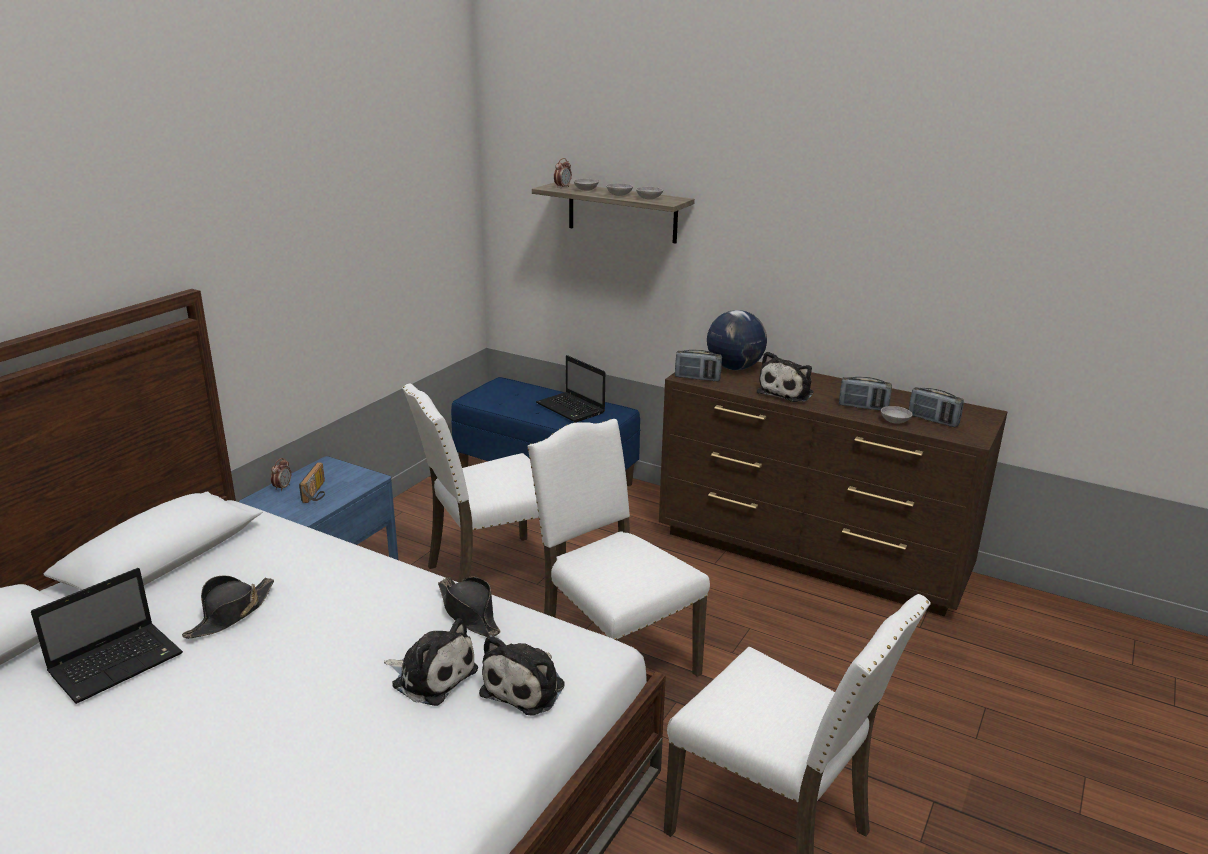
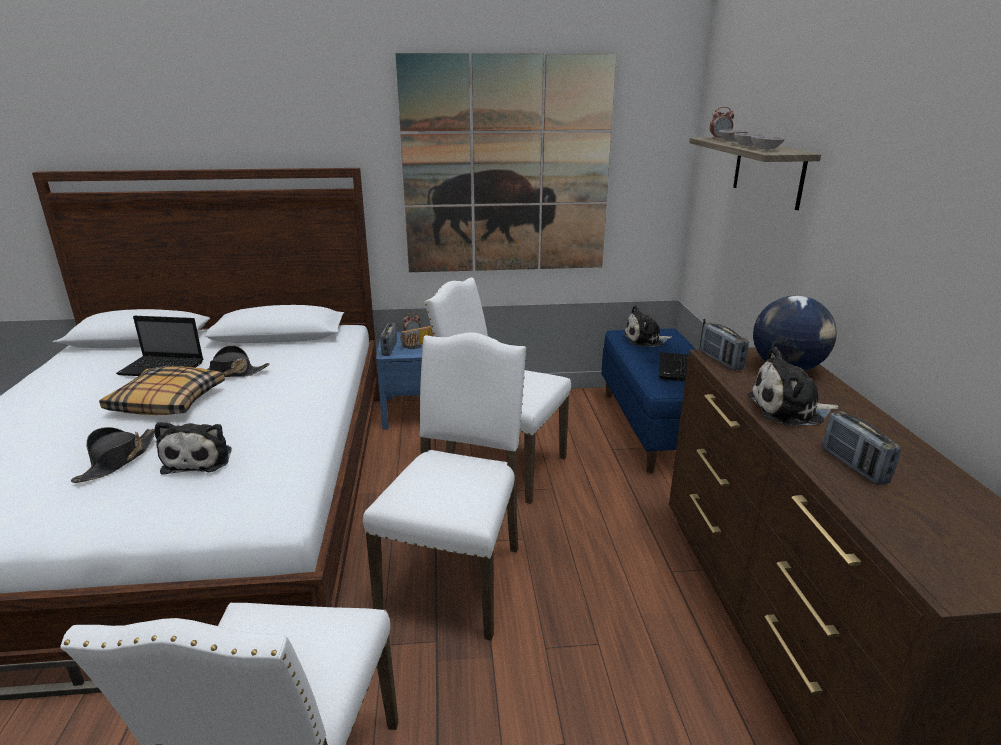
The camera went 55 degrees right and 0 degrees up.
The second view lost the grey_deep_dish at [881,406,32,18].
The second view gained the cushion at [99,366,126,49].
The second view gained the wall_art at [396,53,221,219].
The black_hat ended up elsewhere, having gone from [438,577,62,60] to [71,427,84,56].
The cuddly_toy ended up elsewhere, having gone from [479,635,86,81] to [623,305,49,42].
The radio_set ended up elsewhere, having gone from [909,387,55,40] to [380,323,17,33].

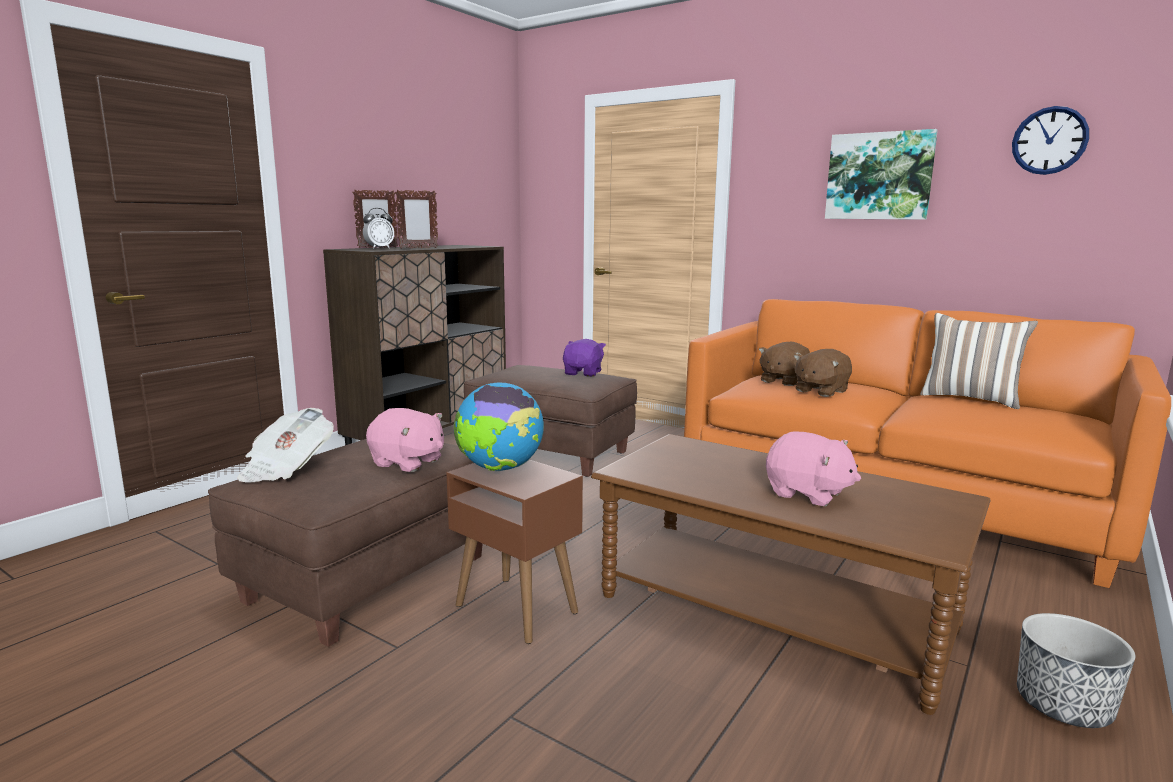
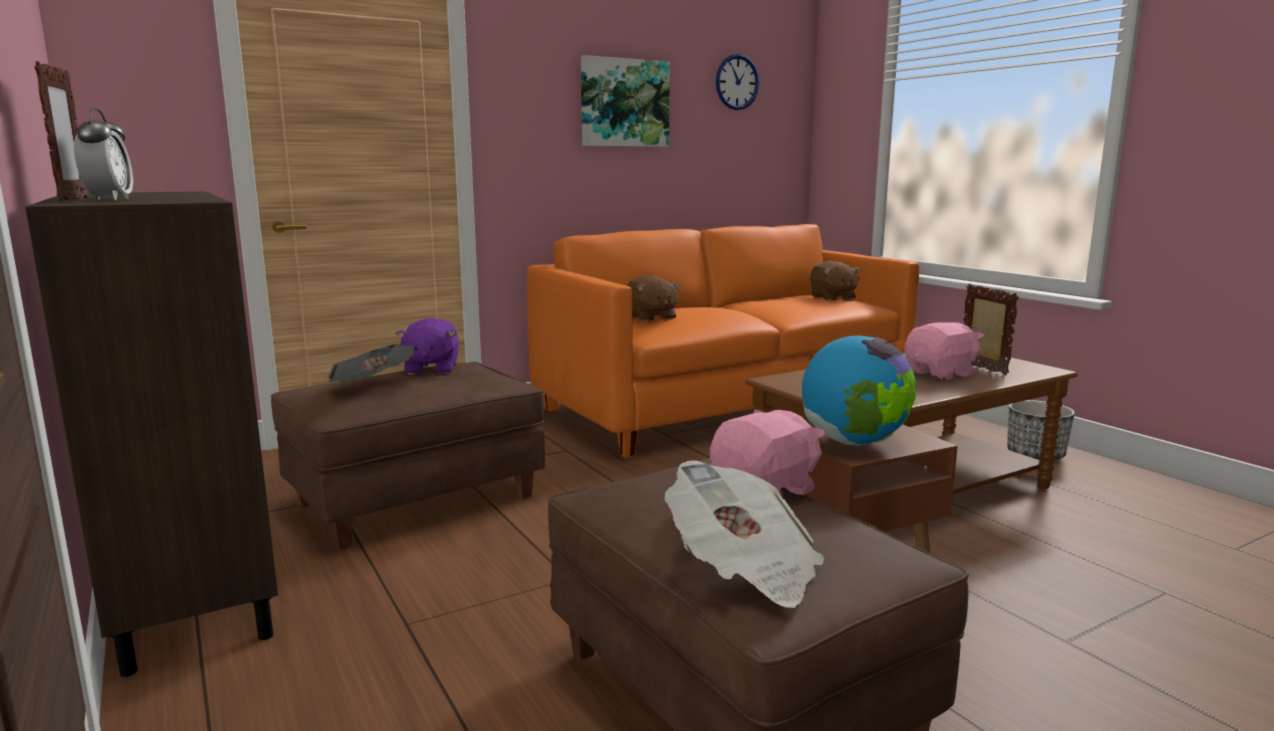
The camera went 65 degrees left and 0 degrees up.
The second view lost the cushion at [920,313,118,96].
The second view gained the printed_paper at [328,344,86,38].
The photo_frame ended up elsewhere, having gone from [395,190,43,59] to [963,284,56,91].
The brown_cuddly_toy ended up elsewhere, having gone from [794,349,58,48] to [810,261,51,39].
The purple_cuddly_toy at [563,339,43,38] ended up facing another way, 135 degrees counterclockwise from before.

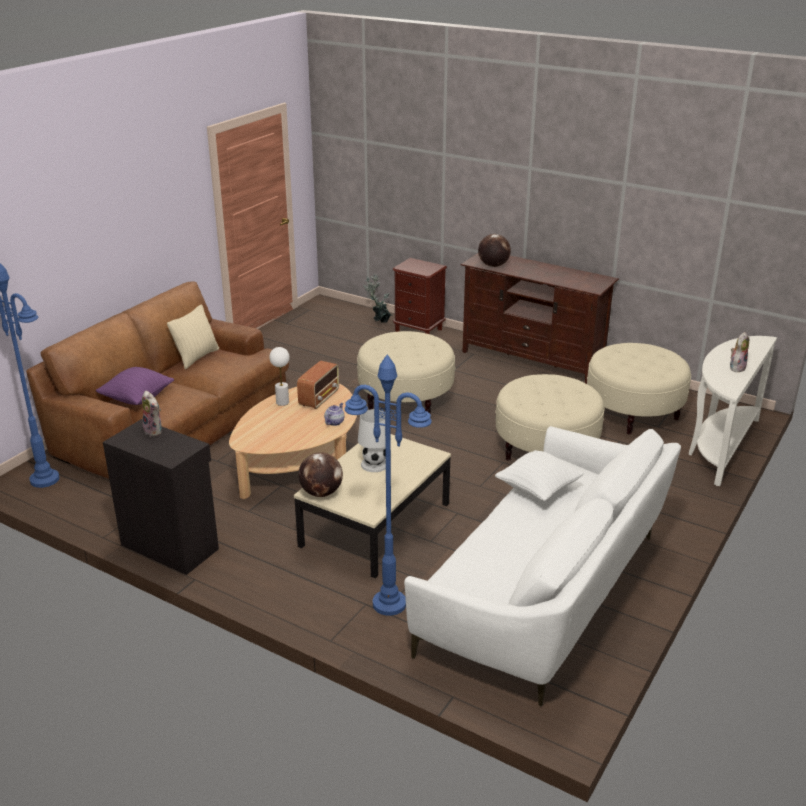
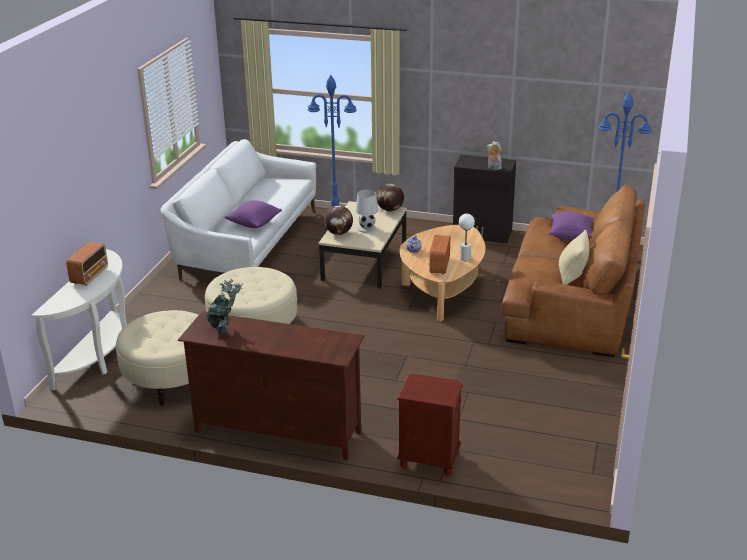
The camera went 165 degrees right and 0 degrees up.
The second view lost the beige-coloured_ottoman at [357,331,98,83].
The houseplant ended up elsewhere, having gone from [363,274,29,49] to [206,278,37,57].
The desk_globe ended up elsewhere, having gone from [478,234,33,33] to [324,206,29,29].
Where the cuddly_toy stood at [730,332,19,40], the radio_set came to stand at [66,242,42,44].
What was the white_cushion at [495,450,89,51] turned into the purple_cushion at [225,200,57,28].

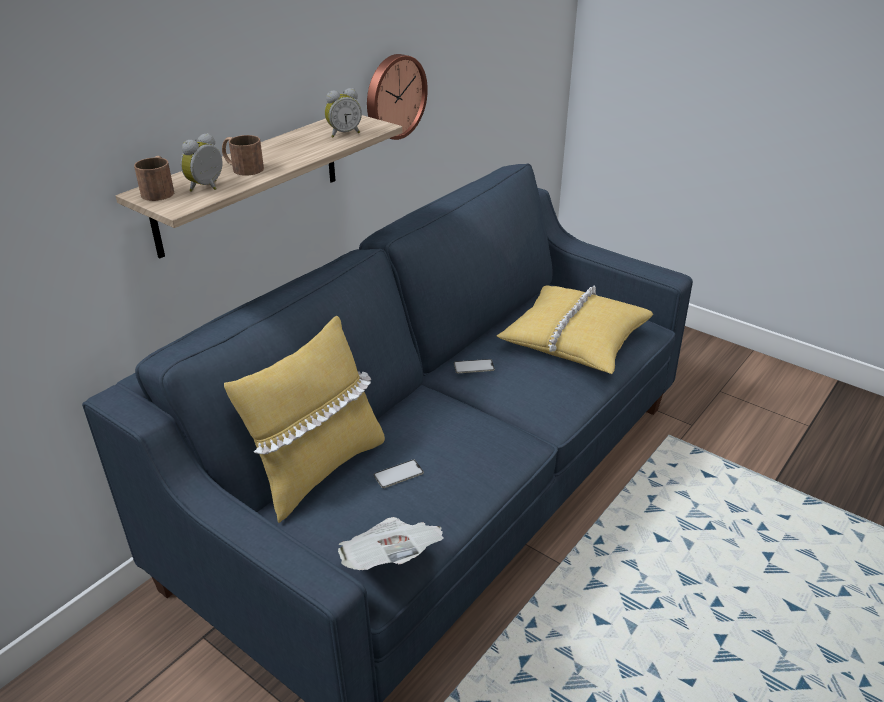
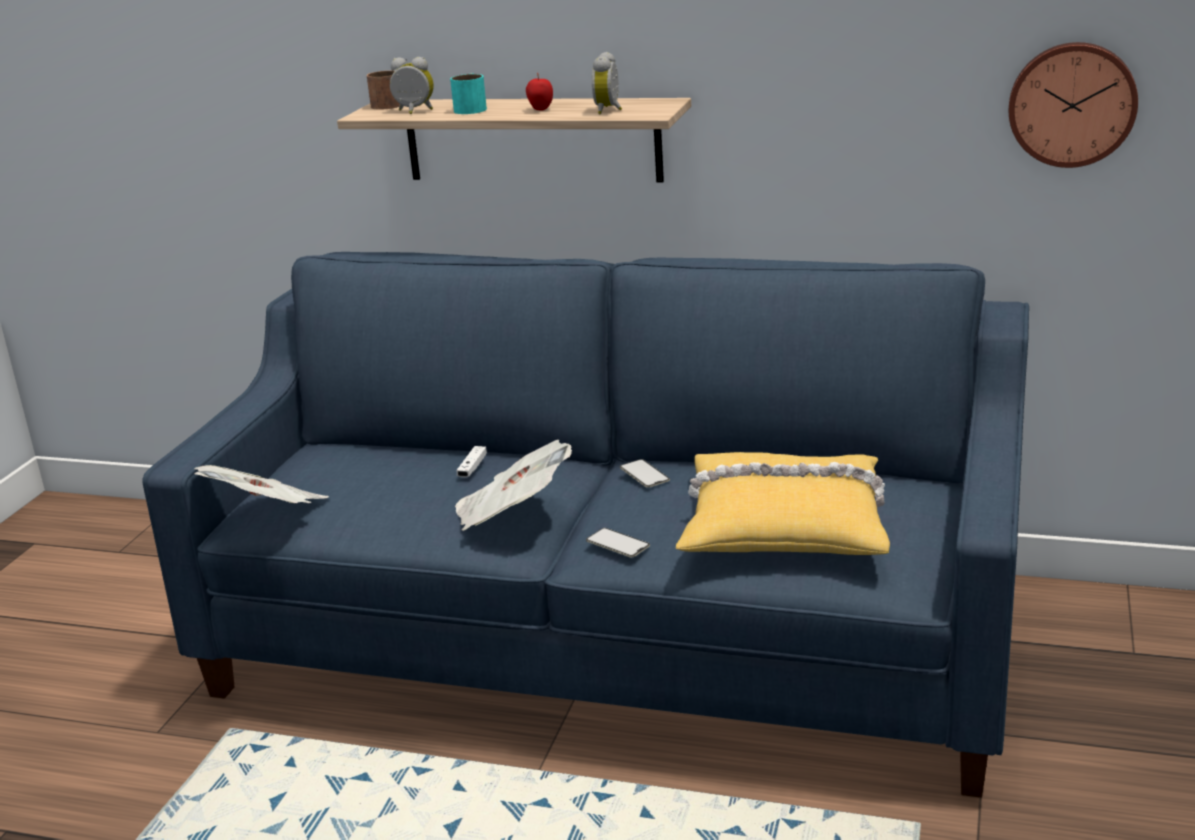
The camera went 70 degrees right and 10 degrees down.
The second view lost the yellow_cushion at [224,316,161,207].
The second view gained the printed_paper at [455,439,117,92].
The second view gained the white_game_controller at [457,446,30,31].
The second view gained the whole_apple at [526,73,27,38].
The hanging_clock ended up elsewhere, having gone from [367,54,61,86] to [1009,42,129,126].
The phone ended up elsewhere, having gone from [374,459,50,29] to [586,528,64,30].
What was the brown_mug at [222,135,42,41] turned into the blue-green_mug at [450,73,37,41].
The alarm_clock at [325,88,37,49] ended up facing another way, 60 degrees clockwise from before.

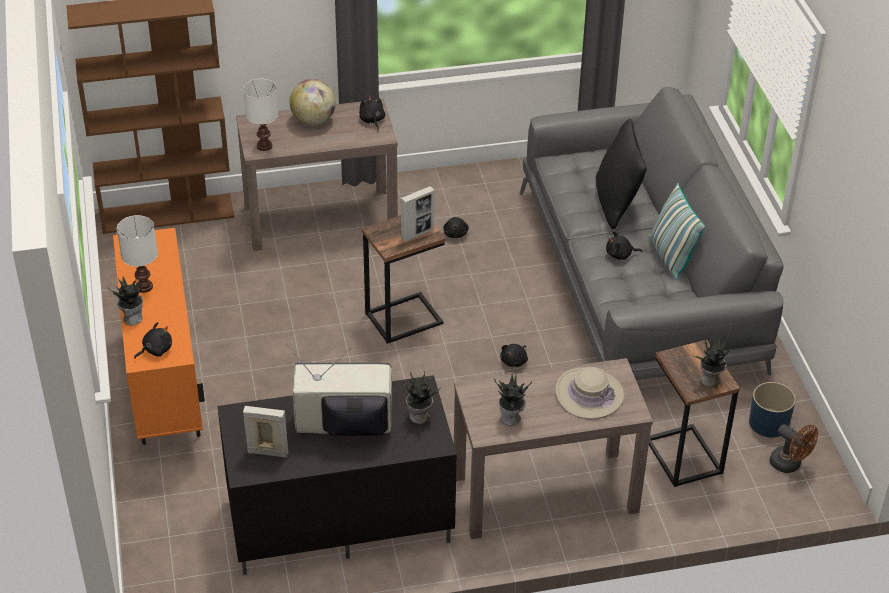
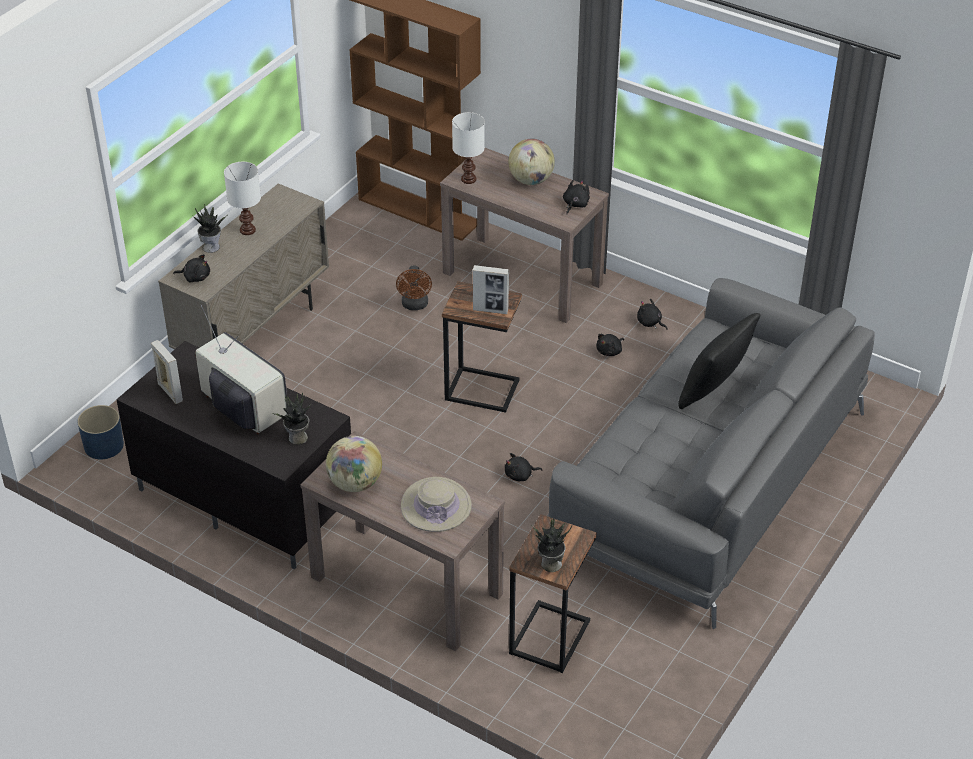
The camera went 45 degrees right and 0 degrees up.
The second view lost the cushion at [649,183,56,97].
The black_cuddly_toy ended up elsewhere, having gone from [606,231,37,29] to [637,299,31,31].
The blue-coloured_flower_pot ended up elsewhere, having gone from [749,382,47,56] to [78,405,46,54].
The brown_fan ended up elsewhere, having gone from [770,424,48,49] to [396,265,36,45].
Where the houseplant stood at [494,375,38,51], the desk_globe came to stand at [326,436,56,56].
What was the orange_storage_cabinet at [113,228,92,217] turned into the beige-coloured_storage_cabinet at [158,183,171,166].

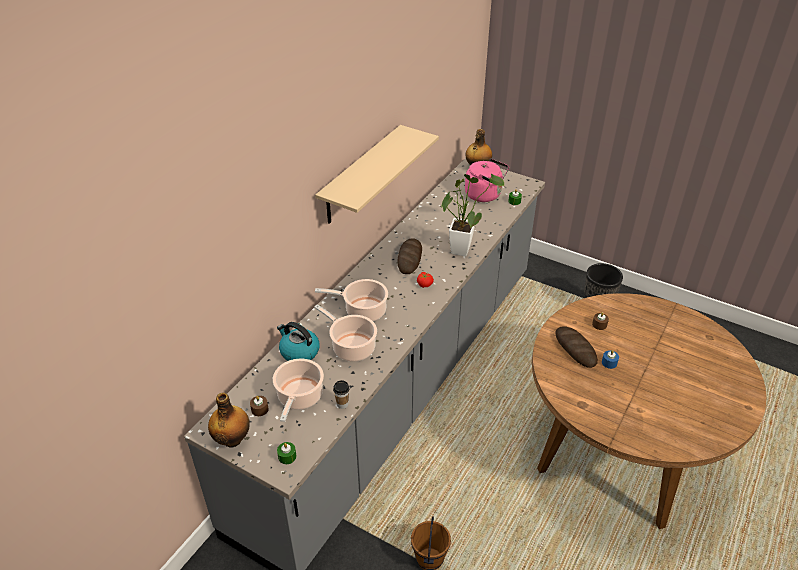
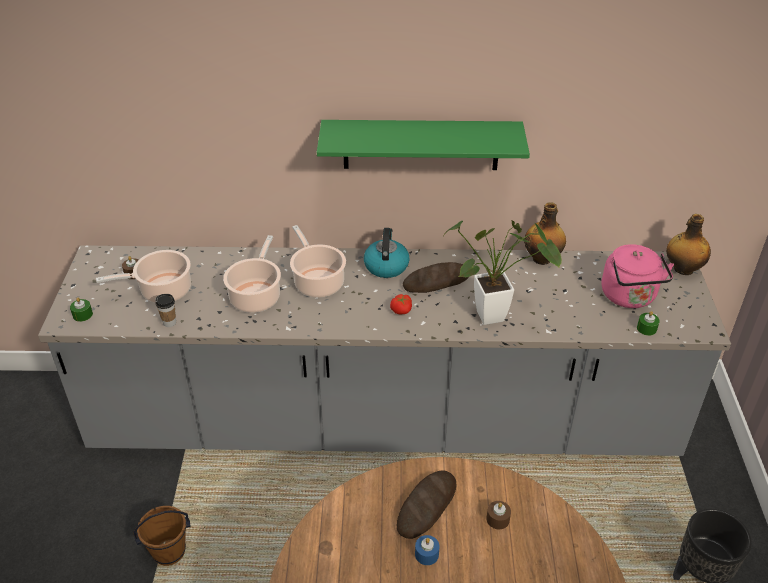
The camera went 60 degrees right and 0 degrees up.
The drink_bottle ended up elsewhere, having gone from [208,392,42,56] to [524,202,42,63].
The water_kettle ended up elsewhere, having gone from [277,322,43,39] to [364,228,46,50].
What was the beige-coloured_wall_shelf at [315,125,124,99] turned into the green_wall_shelf at [317,120,213,50].

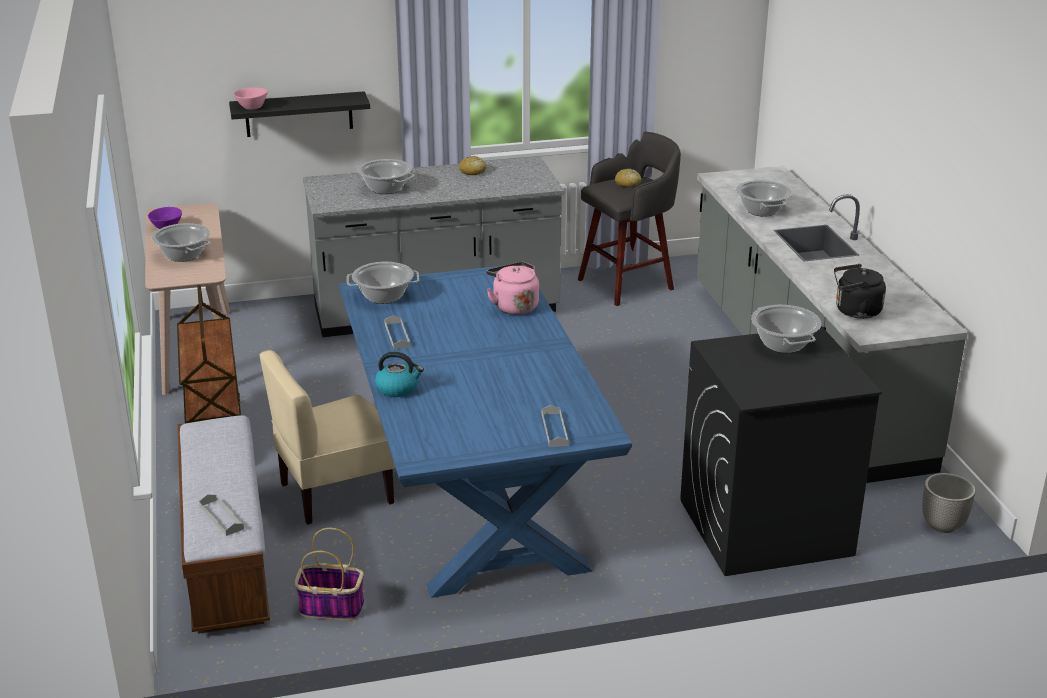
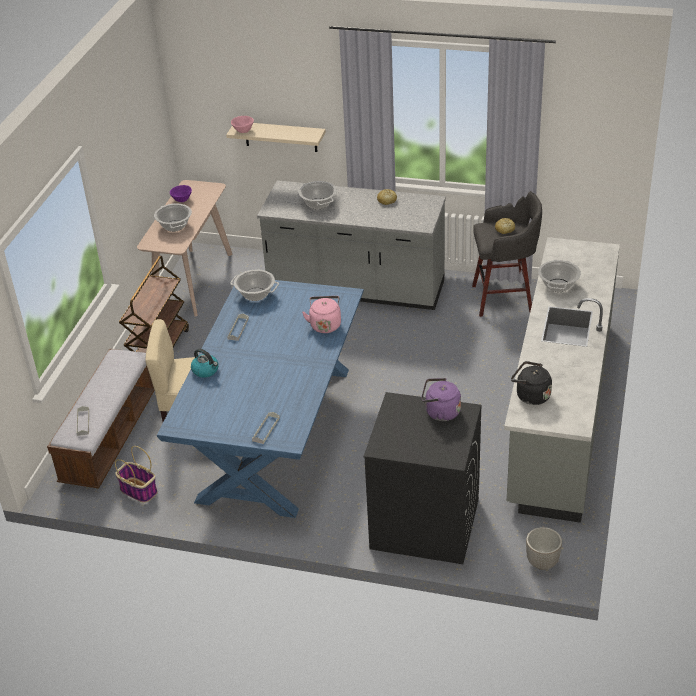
The camera went 30 degrees right and 10 degrees up.
Where the cooking_pot stood at [751,305,70,48], the purple_water_kettle came to stand at [421,378,40,43].
What was the black_wall_shelf at [229,91,141,46] turned into the beige-coloured_wall_shelf at [226,123,100,29].

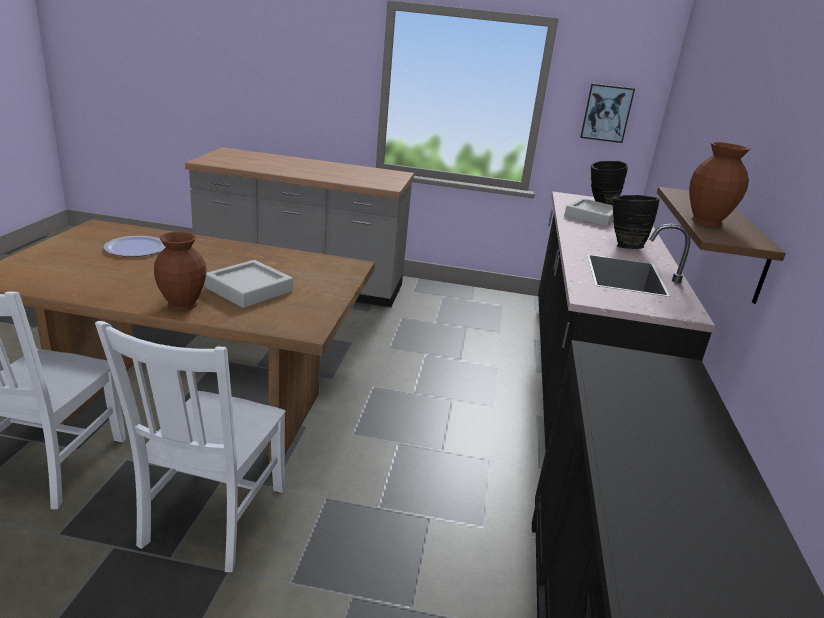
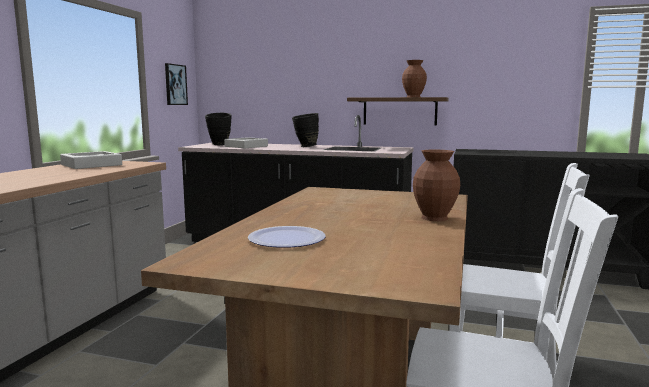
The camera went 80 degrees left and 15 degrees down.
The grey_serving_tray ended up elsewhere, having gone from [204,260,89,48] to [60,151,62,18].

